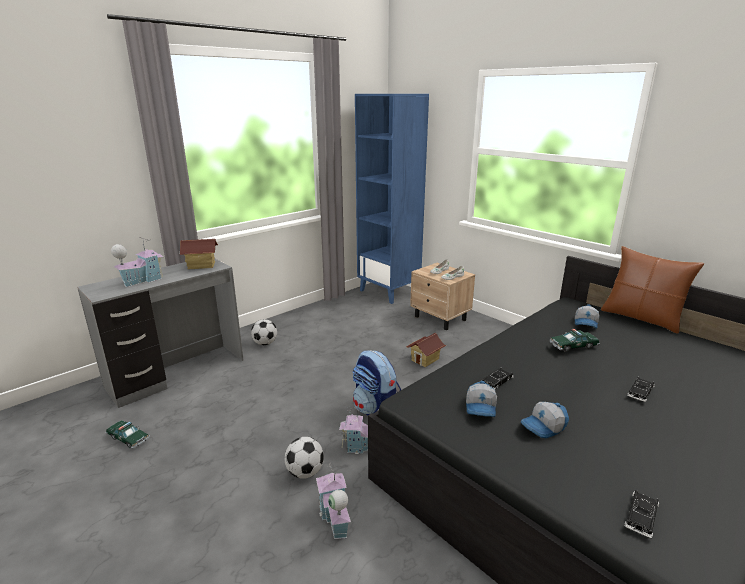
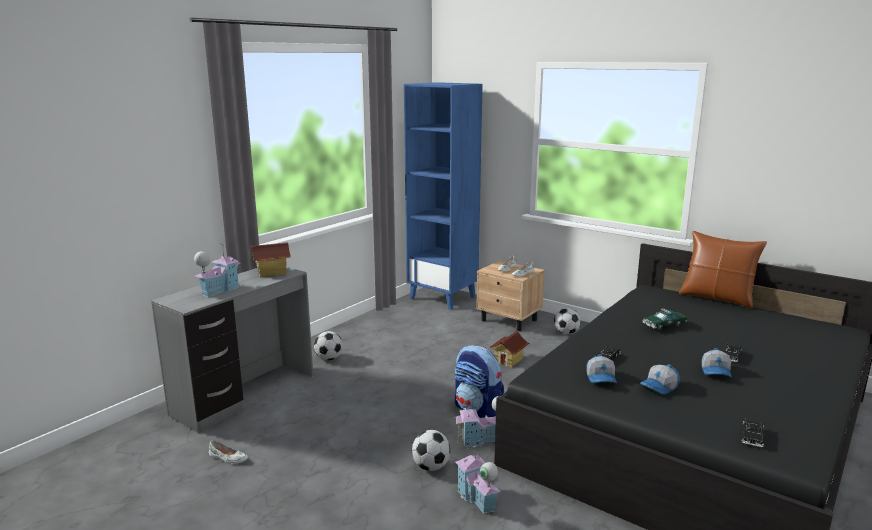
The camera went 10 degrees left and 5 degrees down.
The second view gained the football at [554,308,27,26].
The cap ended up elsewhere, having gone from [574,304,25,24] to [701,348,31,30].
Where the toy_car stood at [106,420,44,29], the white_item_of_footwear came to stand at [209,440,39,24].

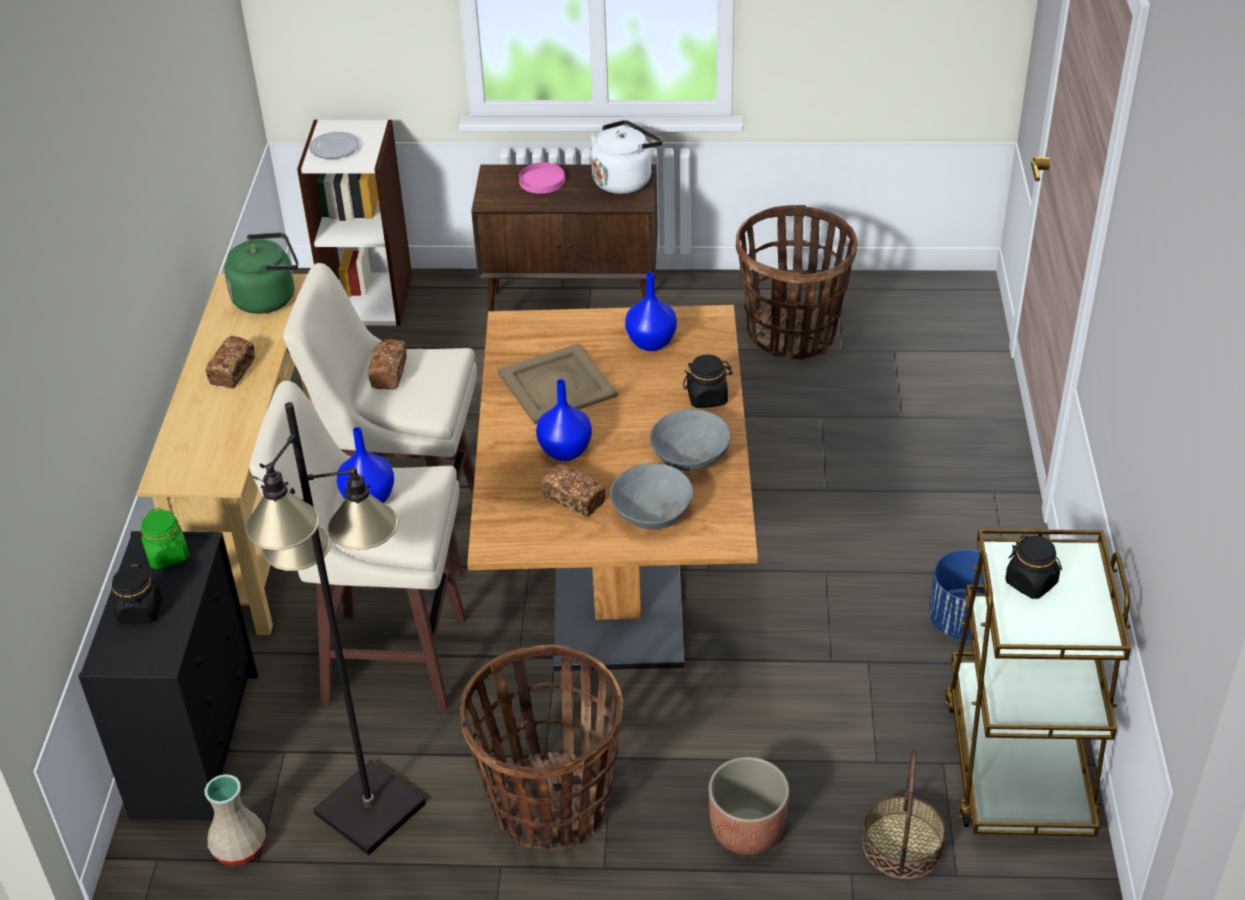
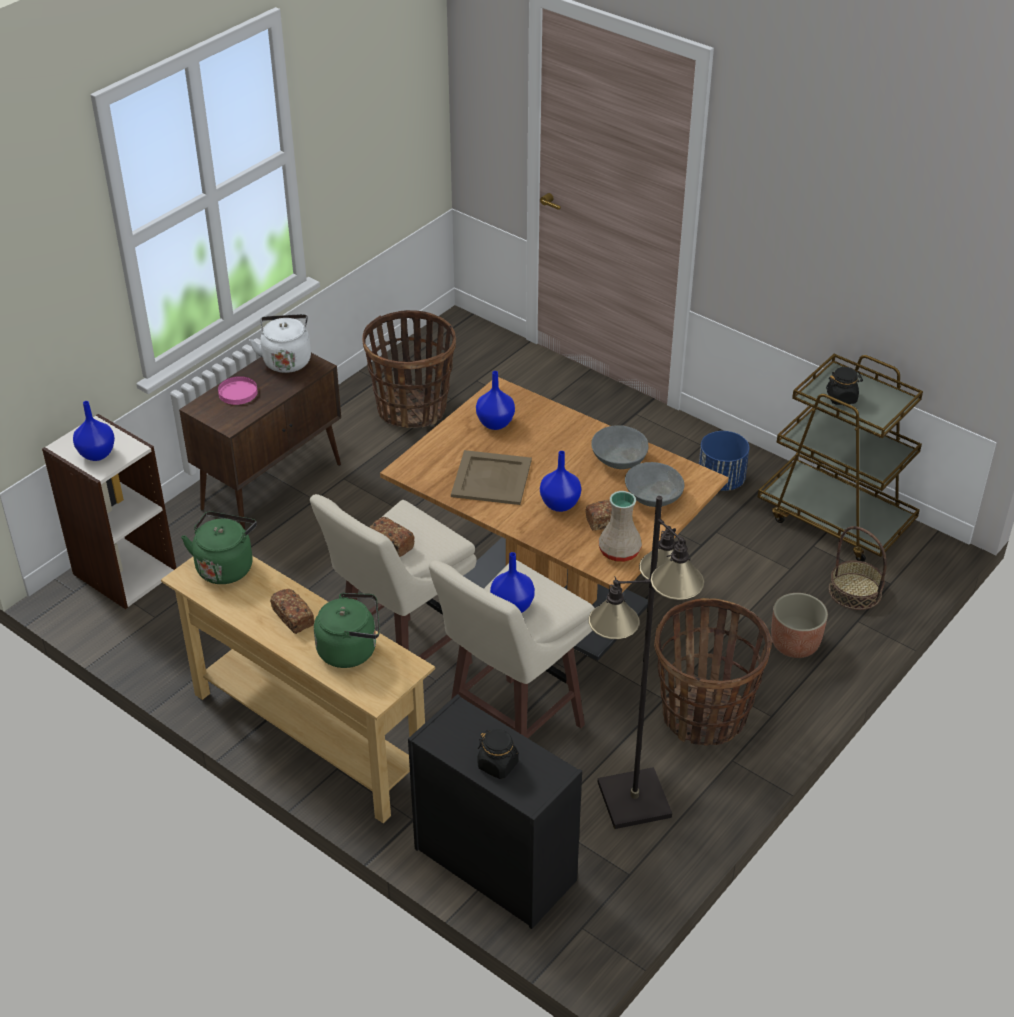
The camera went 55 degrees left and 0 degrees up.
The second view lost the green_storage_jar at [141,508,49,61].
The second view lost the black_storage_jar at [683,354,50,54].
The second view gained the green_water_kettle at [314,593,66,75].
The beige-coloured_flower_vase ended up elsewhere, having gone from [205,774,61,91] to [599,491,43,71].
Where the flat_dish stood at [309,132,51,27], the blue-coloured_flower_vase came to stand at [73,401,42,60].

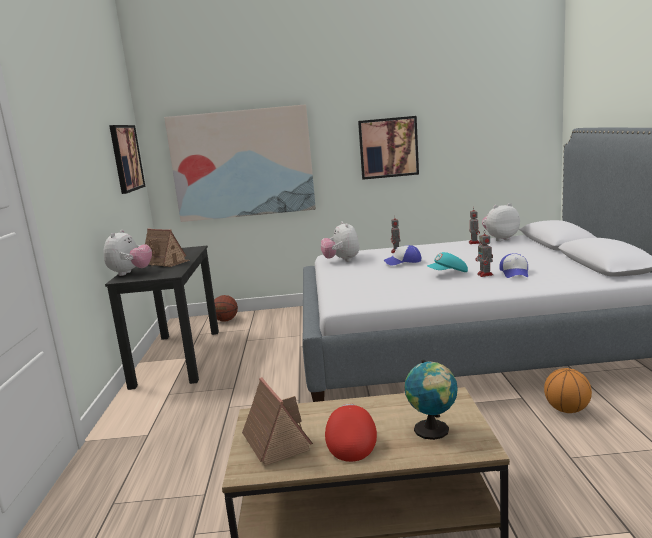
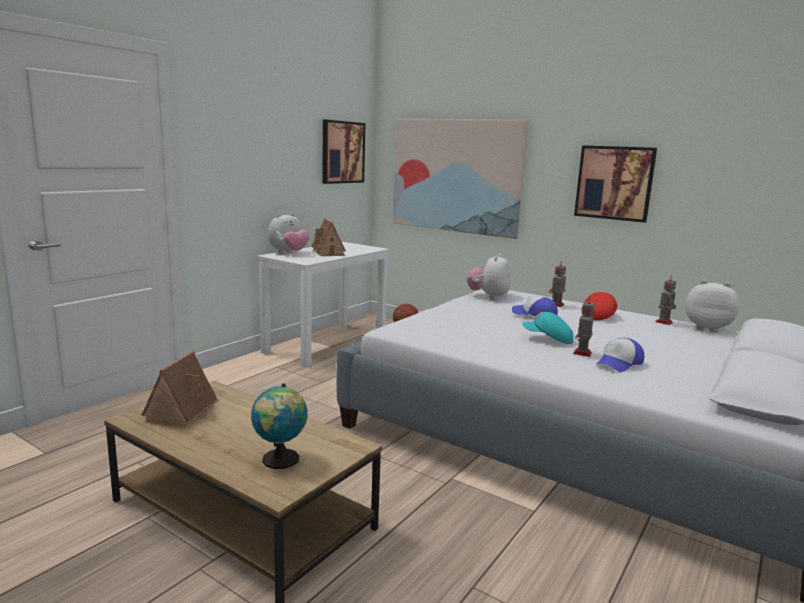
The camera went 35 degrees right and 0 degrees up.
The second view lost the basketball at [544,368,48,45].
The red_cap ended up elsewhere, having gone from [325,404,52,58] to [581,292,36,28].
What was the black_desk_unit at [105,246,114,144] turned into the white_desk_unit at [257,242,133,126].

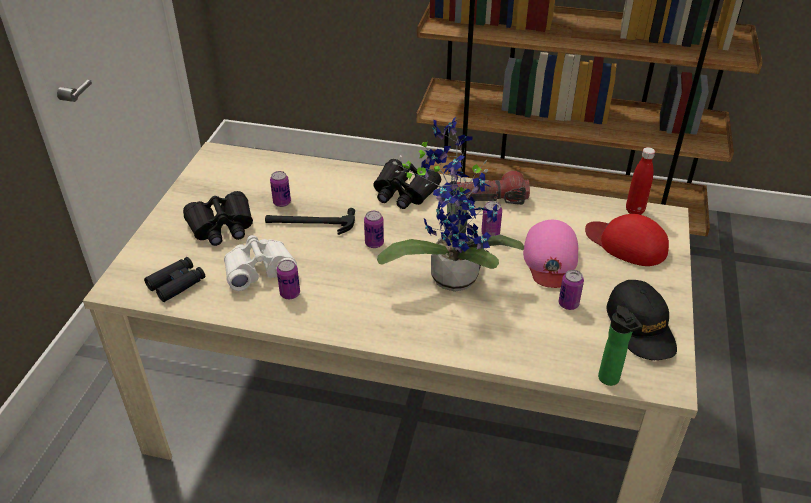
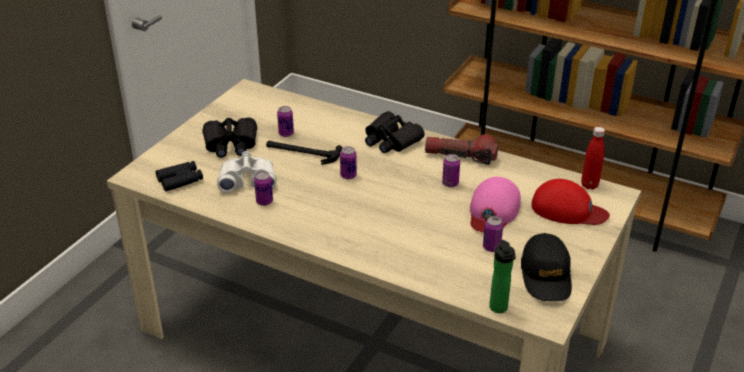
The camera went 15 degrees right and 5 degrees down.
The second view lost the houseplant at [377,117,147,175].
The red_cap at [585,214,84,52] ended up facing another way, 150 degrees clockwise from before.

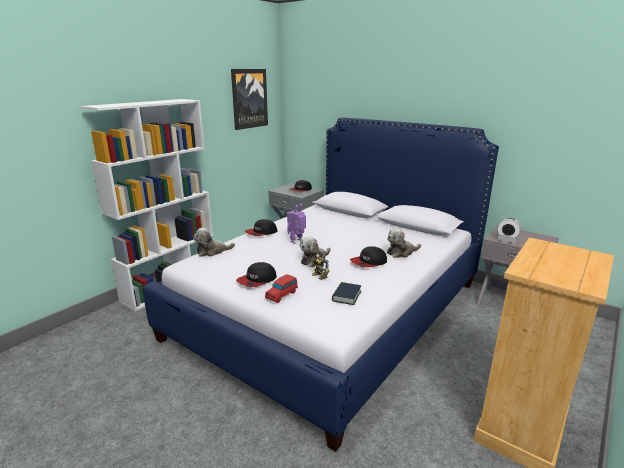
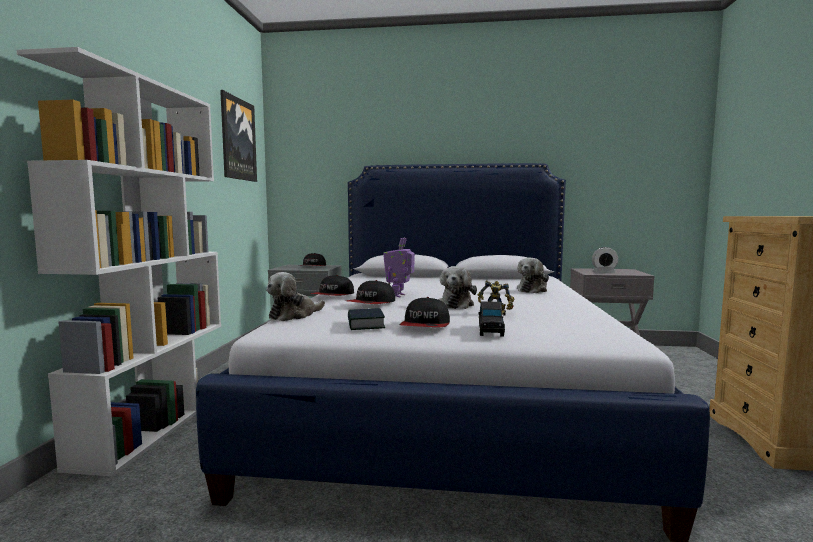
The camera went 30 degrees left and 15 degrees down.
The book ended up elsewhere, having gone from [332,282,30,23] to [348,308,37,22].
The cap ended up elsewhere, having gone from [350,246,37,21] to [347,280,48,24].
What was the red_toy_car at [265,274,33,29] turned into the black_toy_car at [478,301,28,36].

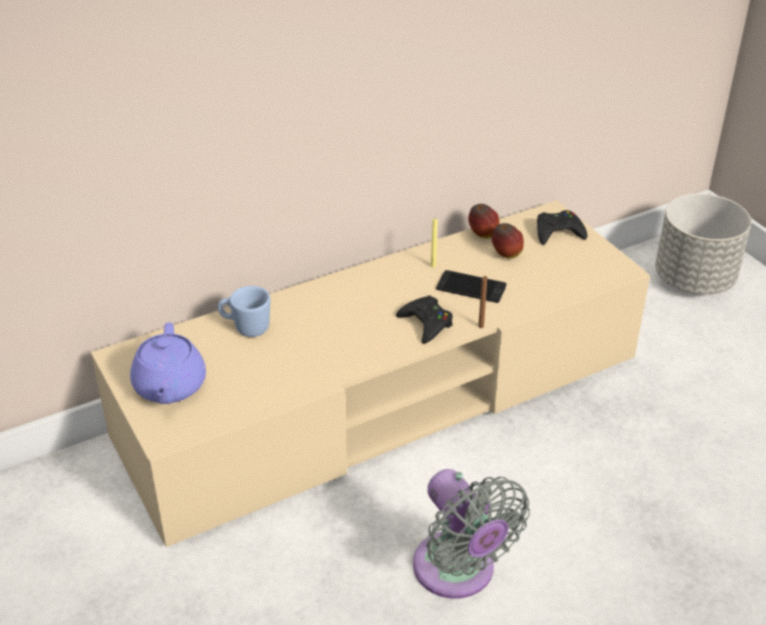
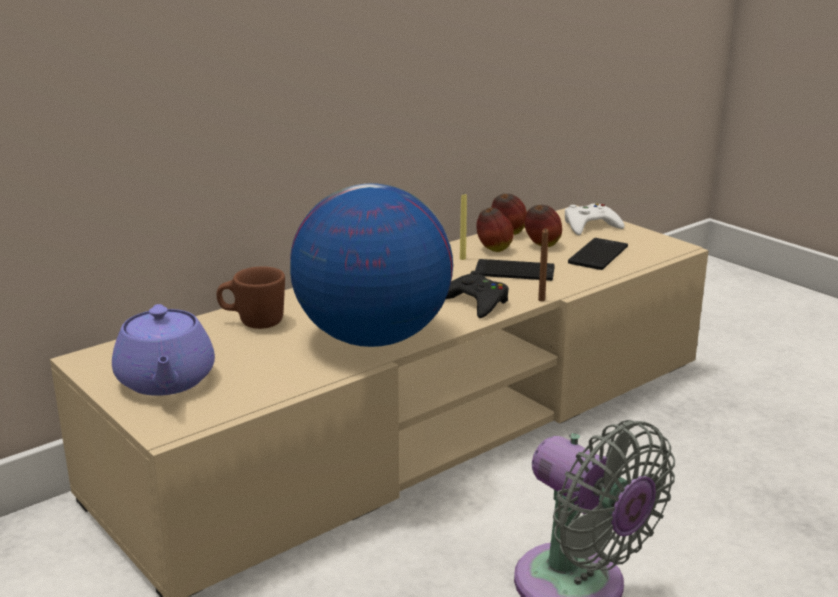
The camera went 10 degrees left and 15 degrees down.
The second view lost the grey_flower_pot at [655,194,96,100].
The second view gained the desk_globe at [290,183,163,164].
The second view gained the whole_apple at [476,208,38,44].
The second view gained the phone at [568,238,60,32].
What was the blue-coloured_mug at [218,286,52,51] turned into the brown_mug at [217,266,68,63].
What was the black_game_controller at [537,210,51,35] turned into the white_game_controller at [565,204,59,31].

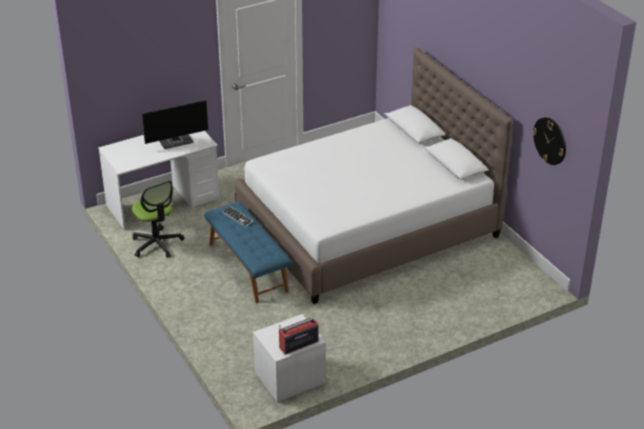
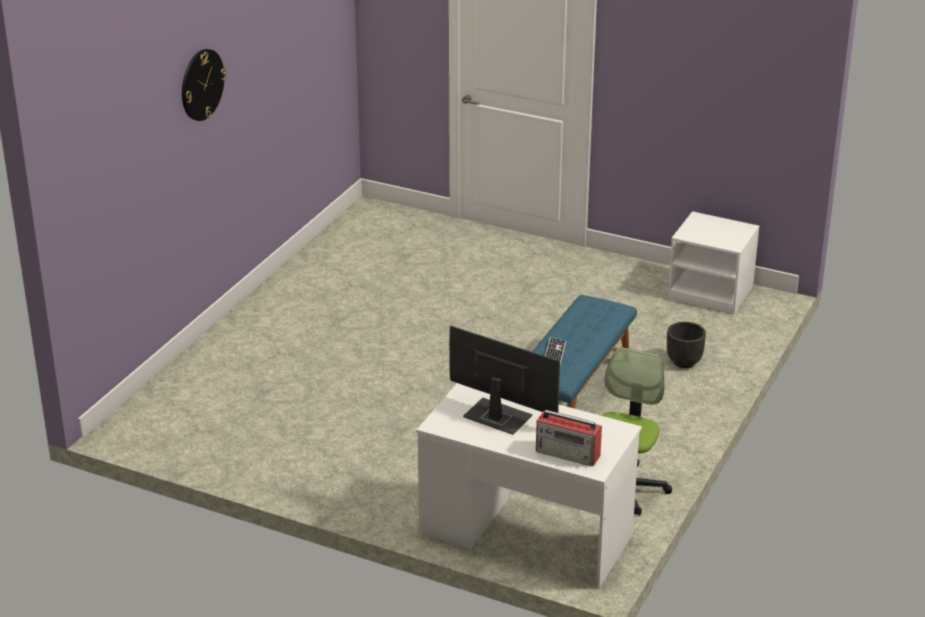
The camera went 125 degrees left and 5 degrees down.
The second view lost the white_bed at [235,48,278,256].
The second view gained the black_flower_pot at [667,322,39,46].
The radio_set ended up elsewhere, having gone from [279,318,40,37] to [536,410,66,56].
The hanging_clock ended up elsewhere, having gone from [532,117,34,48] to [182,49,44,72].

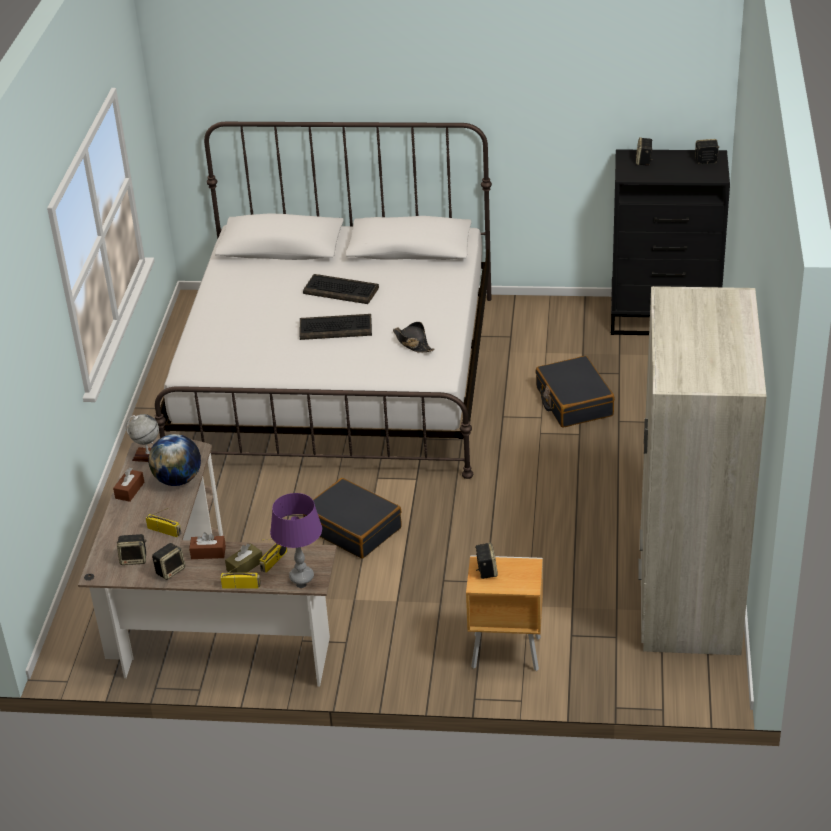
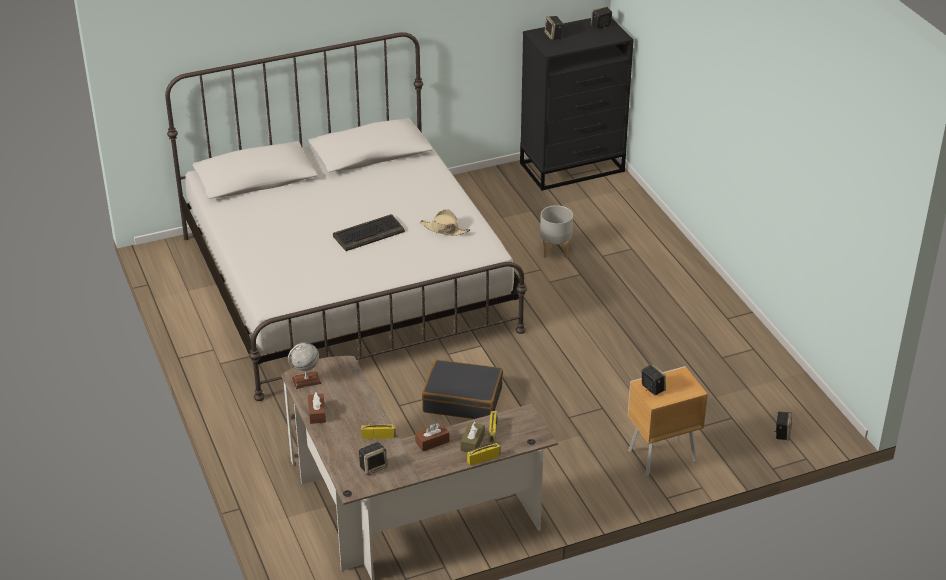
The camera went 30 degrees left and 0 degrees up.
The second view lost the desk_globe at [148,434,53,52].
The second view lost the purple_tabletop_lamp at [270,493,52,92].
The second view lost the computer_keyboard at [303,274,76,30].
The second view lost the beige-coloured_clothes_cupboard at [638,286,129,369].
The loudspeaker ended up elsewhere, having gone from [152,543,33,37] to [774,412,18,29].
Where the black_suitcase stood at [535,356,80,72], the grey_flower_pot came to stand at [540,205,33,53].
What was the black_hat at [393,322,42,31] turned into the beige-coloured_hat at [420,209,50,27].

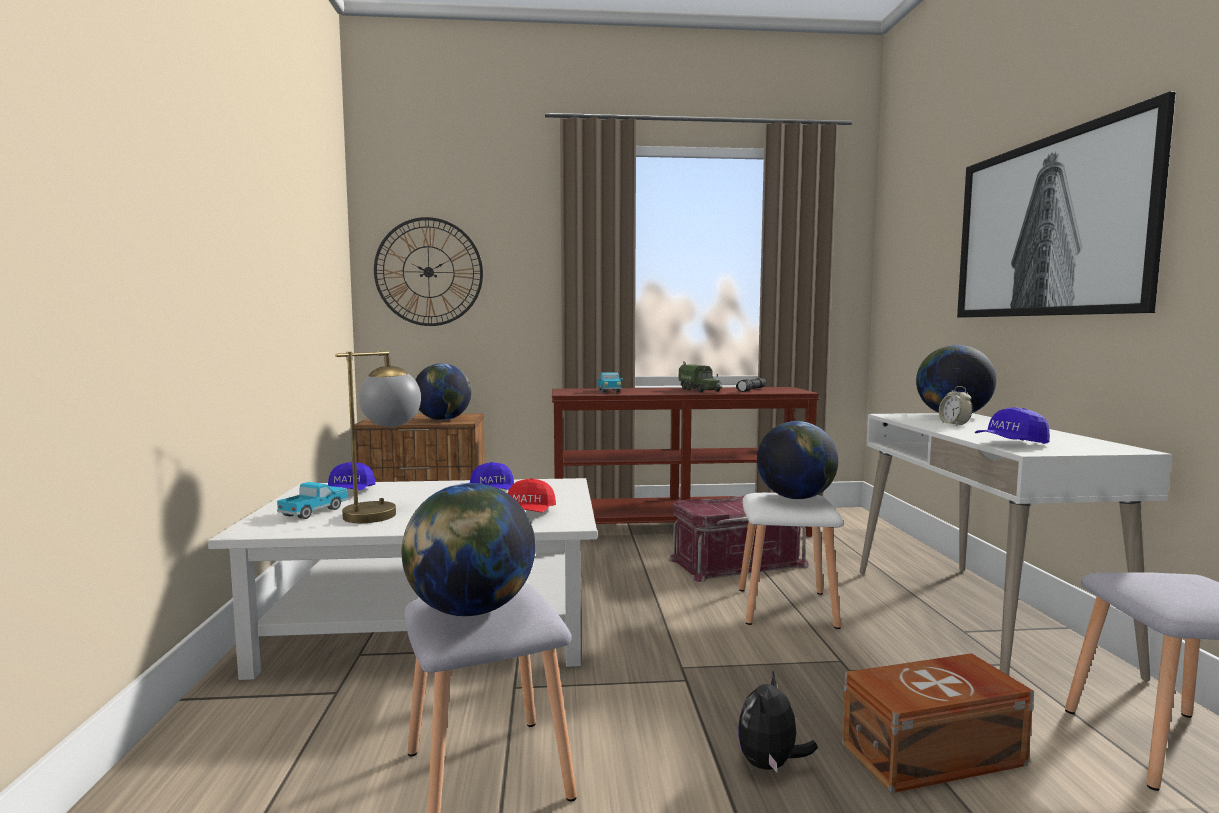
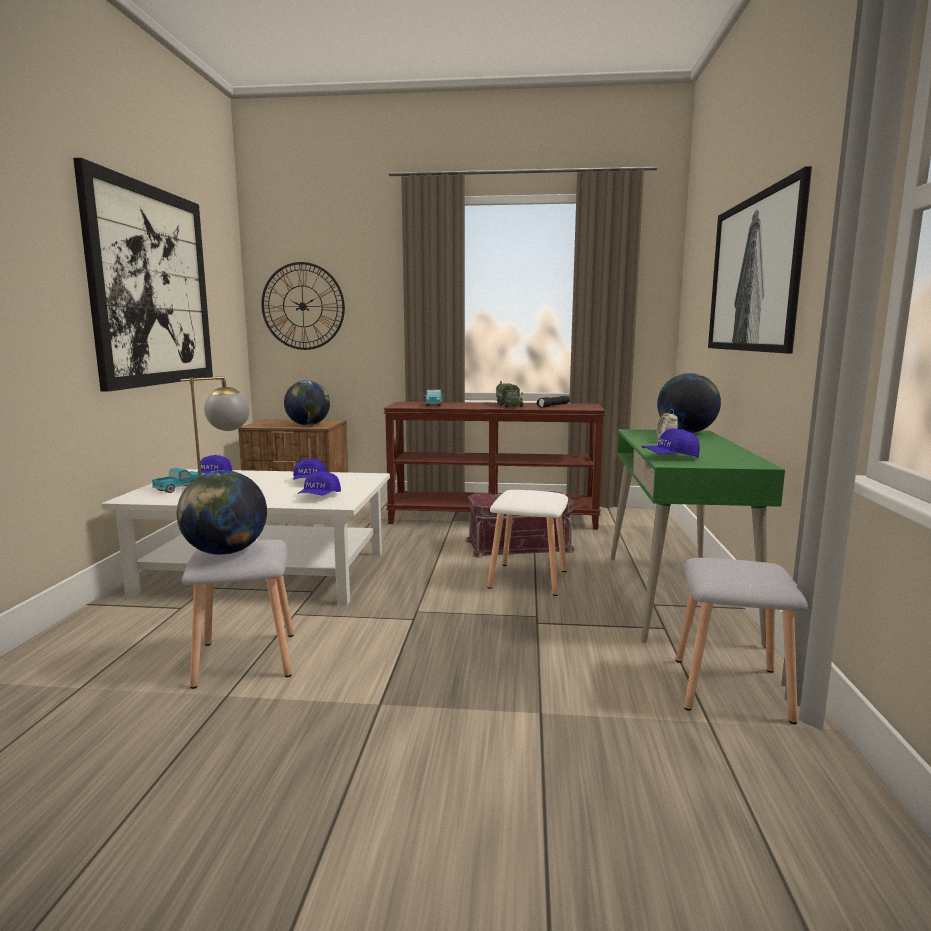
The camera went 10 degrees right and 5 degrees up.
The second view lost the cuddly_toy at [737,671,81,102].
The second view lost the desk_globe at [757,421,81,78].
The second view lost the brown_storage_bin at [842,653,192,140].
The second view gained the wall_art at [73,158,140,234].
What was the red_cap at [507,478,49,34] turned into the blue-coloured_cap at [298,471,43,24].
What was the white_desk_unit at [860,413,312,269] turned into the green_desk_unit at [610,429,175,219].

